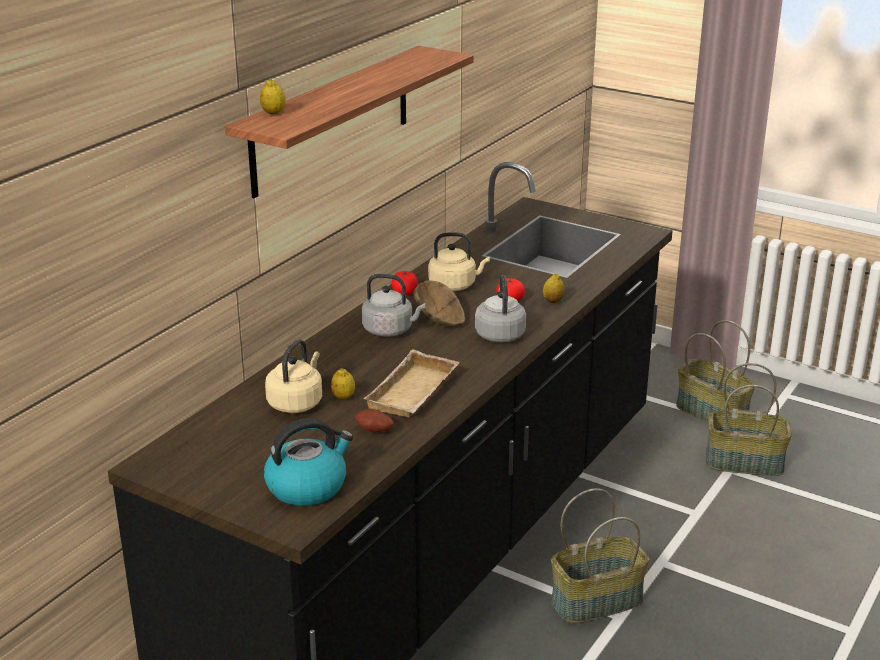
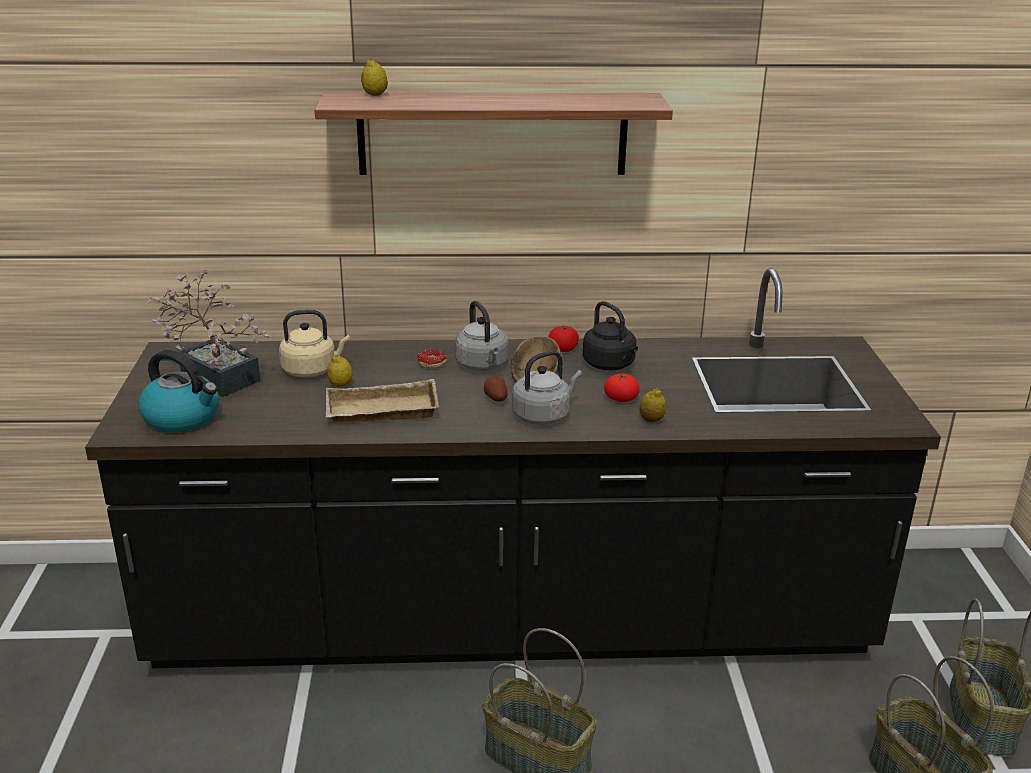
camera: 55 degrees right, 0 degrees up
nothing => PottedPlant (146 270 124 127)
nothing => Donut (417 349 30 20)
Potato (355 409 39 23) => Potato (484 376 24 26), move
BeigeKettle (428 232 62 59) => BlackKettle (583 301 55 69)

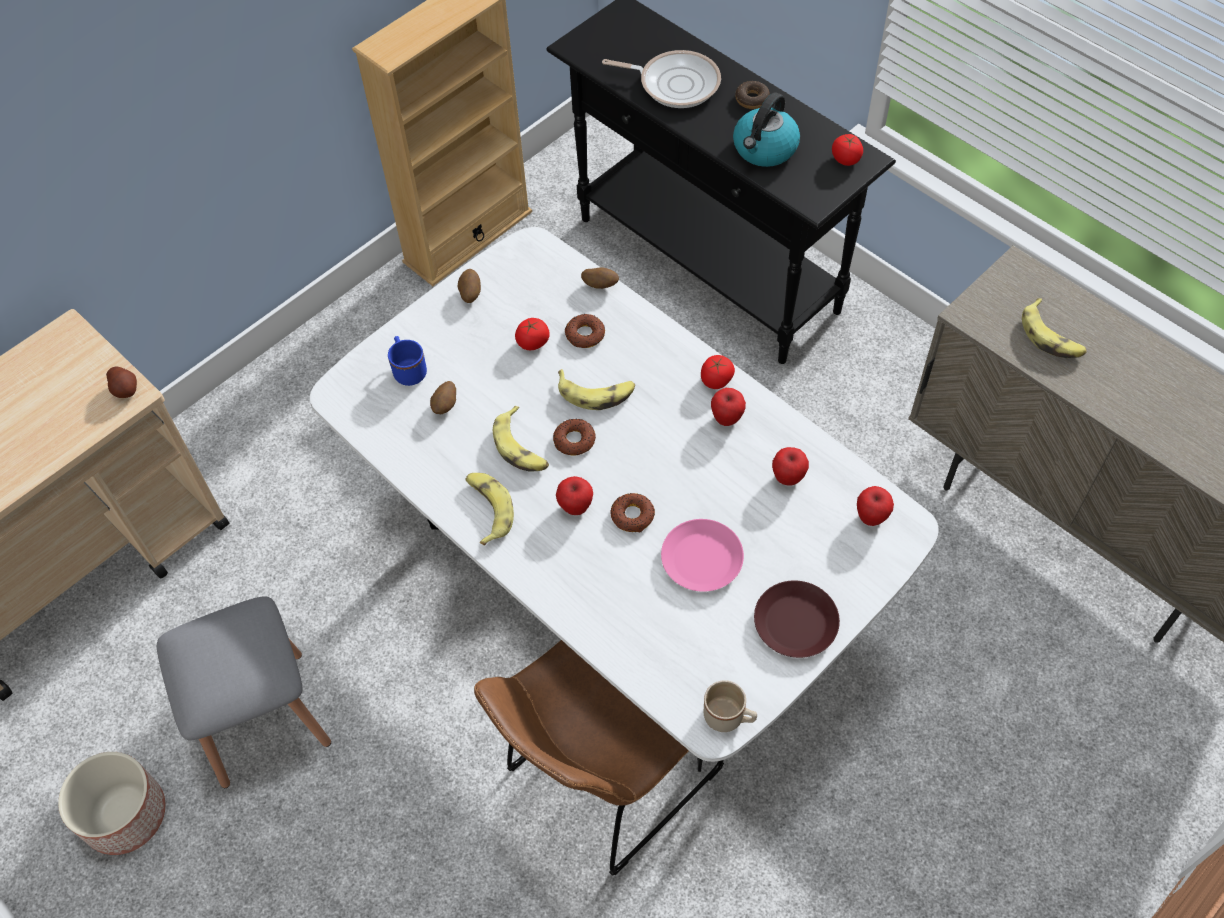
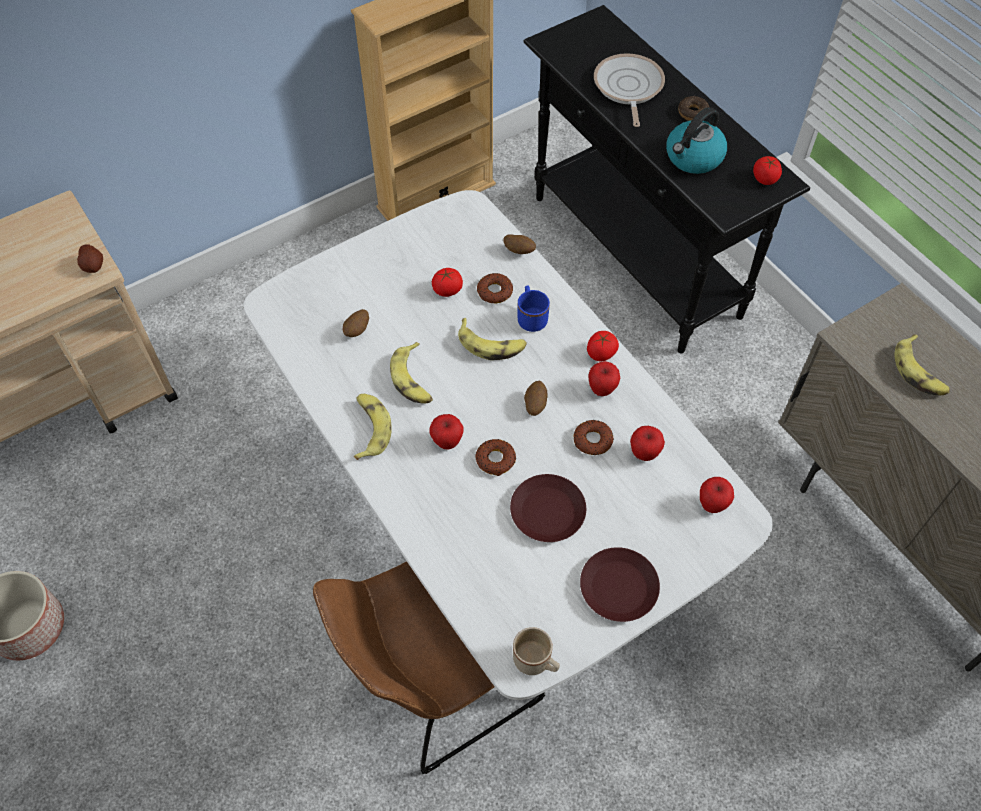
camera: 10 degrees right, 0 degrees up
PinkPlate (661 519 83 73) => BrownPlate (510 474 76 68)
BlueMug (388 336 39 50) => BlueMug (518 285 32 47), move
Potato (458 269 23 34) => Potato (524 381 24 35), move
Donut (553 419 43 36) => Donut (574 420 40 35), move
FryingPan (602 50 119 58) => FryingPan (594 53 71 74), 120 degrees counterclockwise
GreyStool (157 596 174 192) => nothing

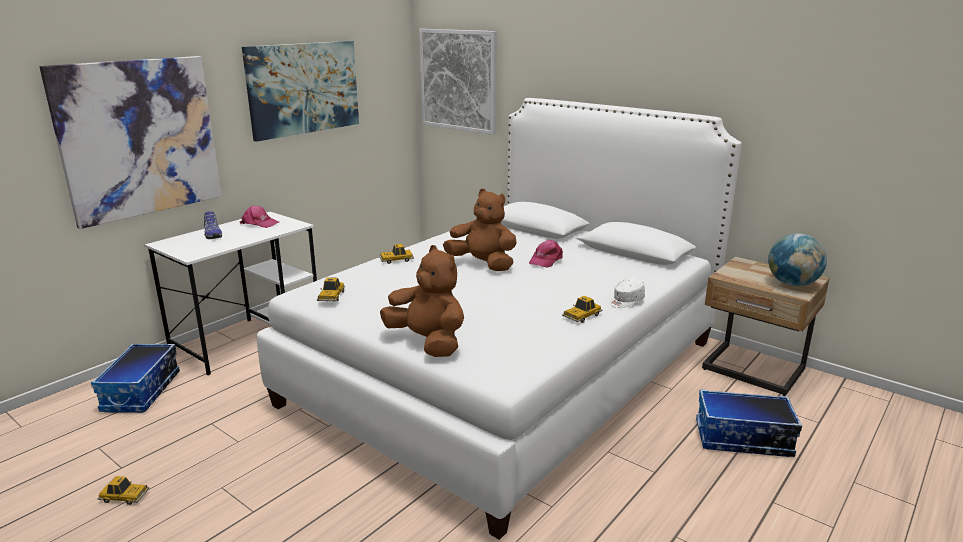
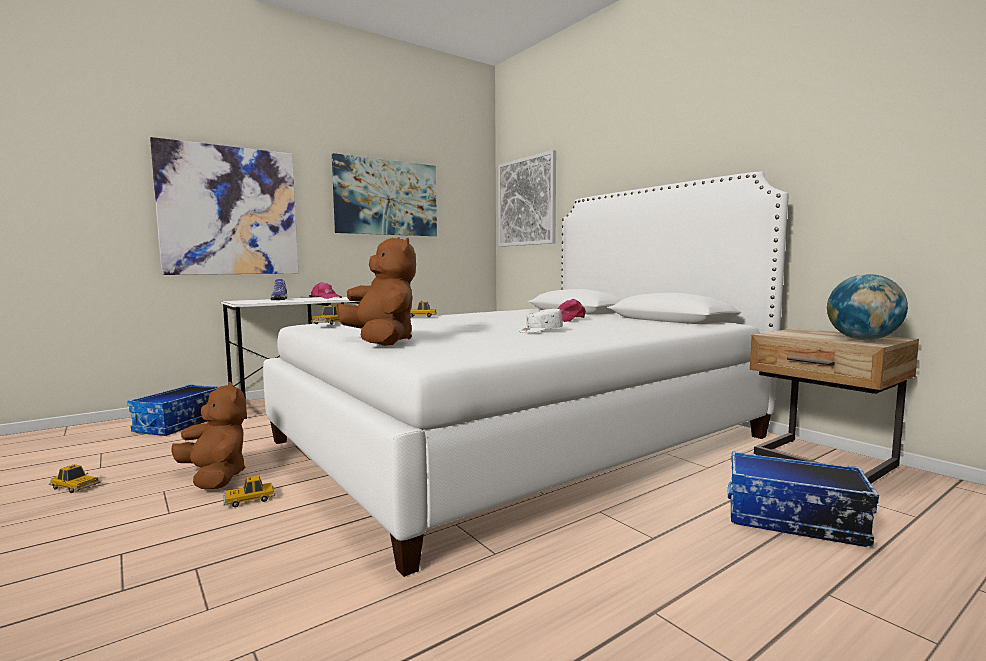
camera: 15 degrees right, 15 degrees down
BrownPlushToy (443 189 74 82) => BrownPlushToy (171 382 75 107), move
ToyCar (562 296 40 27) => ToyCar (223 475 52 32), move
WhiteCap (609 278 36 30) => WhiteCap (519 309 44 24), move

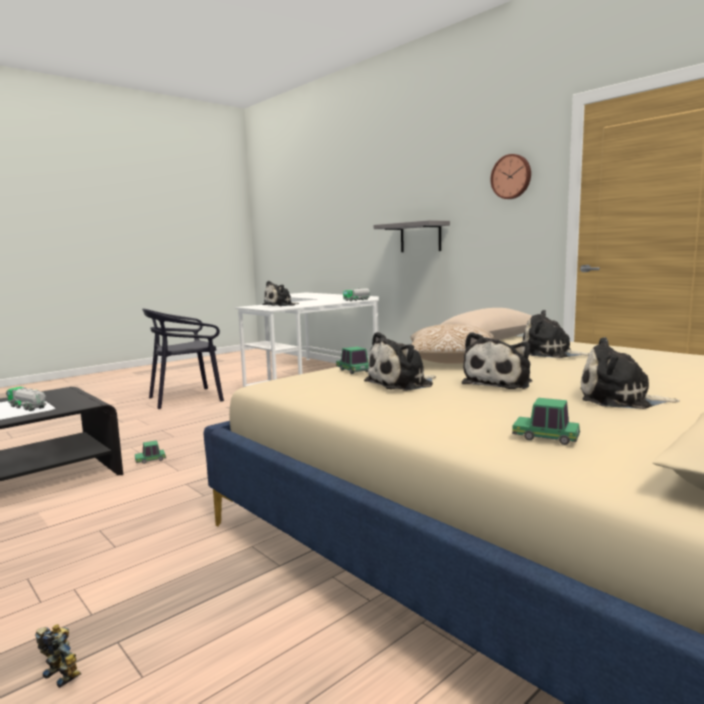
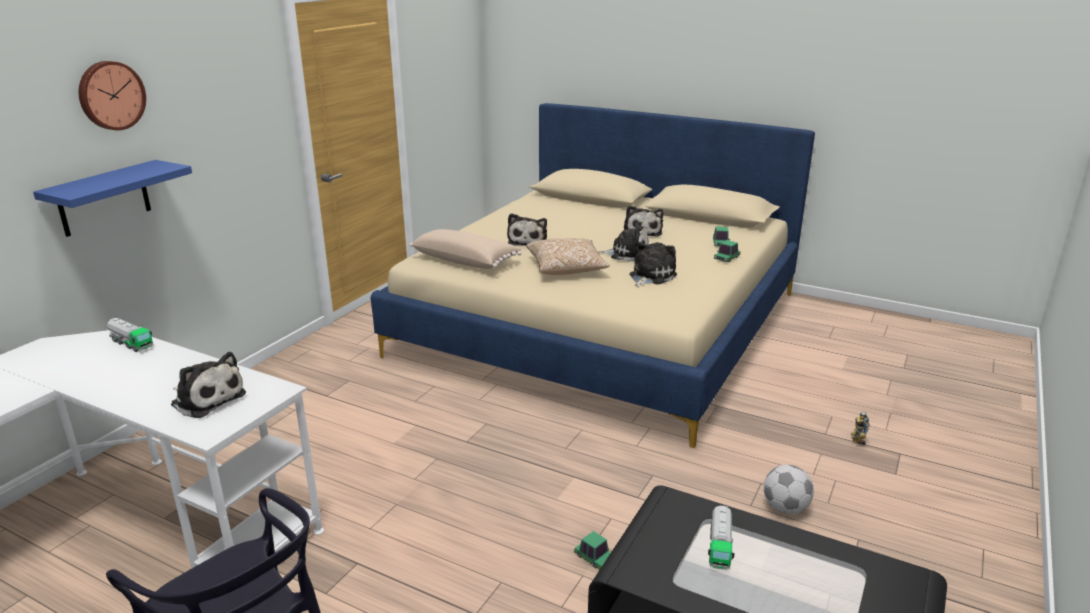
camera: 110 degrees left, 15 degrees up
GreyShelf (374 220 76 32) => BlueShelf (33 160 159 77)
WallClock (491 154 40 45) => WallClock (79 61 67 69), move
PlushToy (364 332 72 59) => PlushToy (629 242 48 45), 90 degrees counterclockwise
ToyCar (336 346 33 28) => ToyCar (714 240 26 22), move
nothing => Football (764 465 50 49)

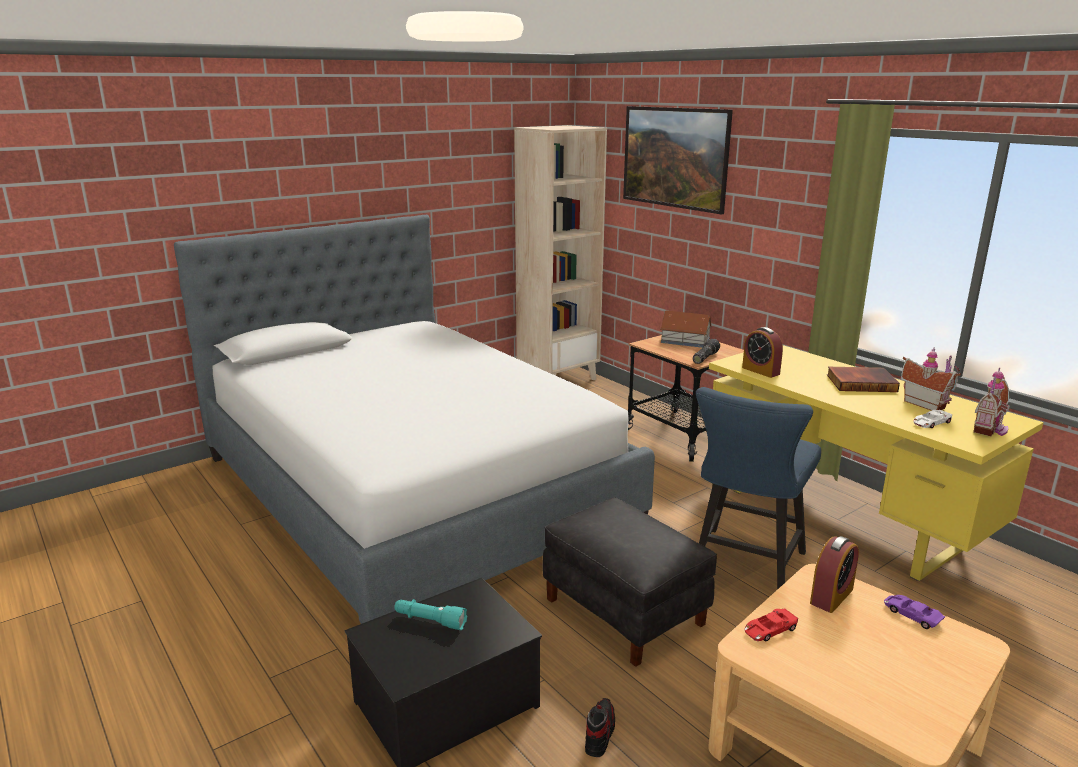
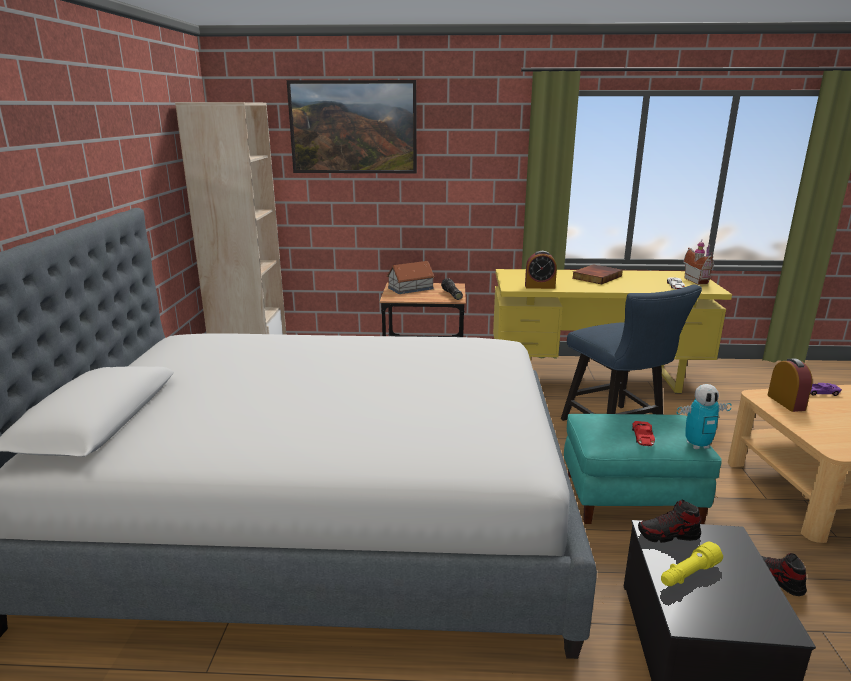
camera: 50 degrees left, 0 degrees up
BlackOttoman (543 497 174 170) => TurquoiseOttoman (564 414 158 110)
RedToyCar (745 608 53 33) => RedToyCar (632 421 23 25), move
nothing => Shoe (638 499 63 44)
TurquoiseFlashlight (394 599 73 31) => YellowFlashlight (661 542 62 44)
nothing => ToyRobot (677 384 55 65)
ToyHouse (901 348 60 63) => nothing

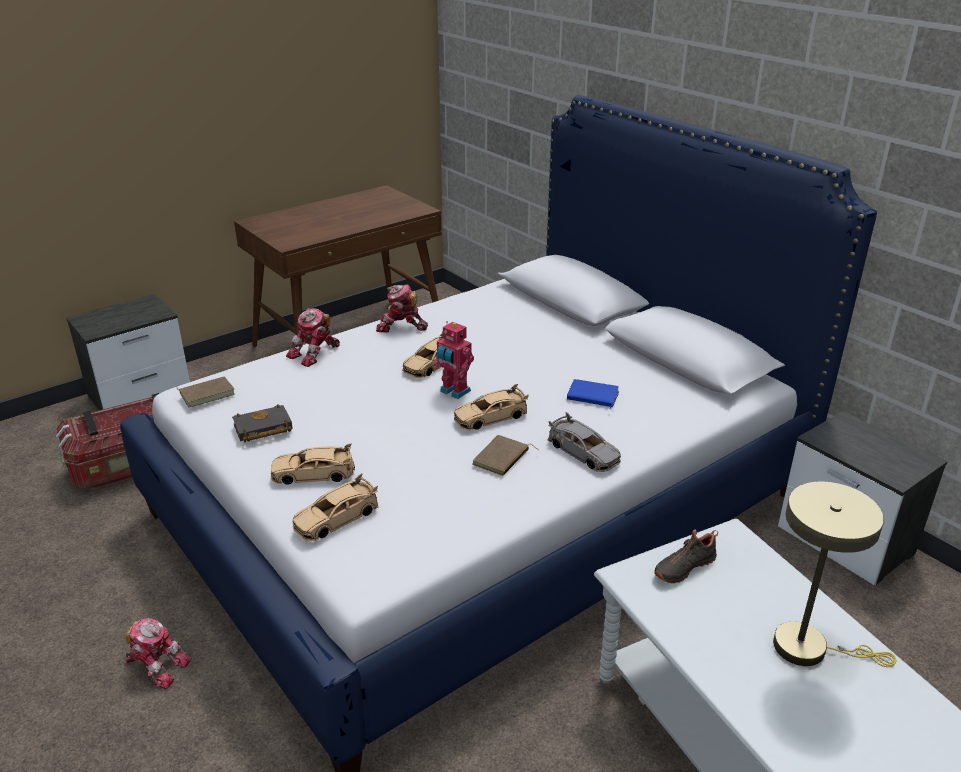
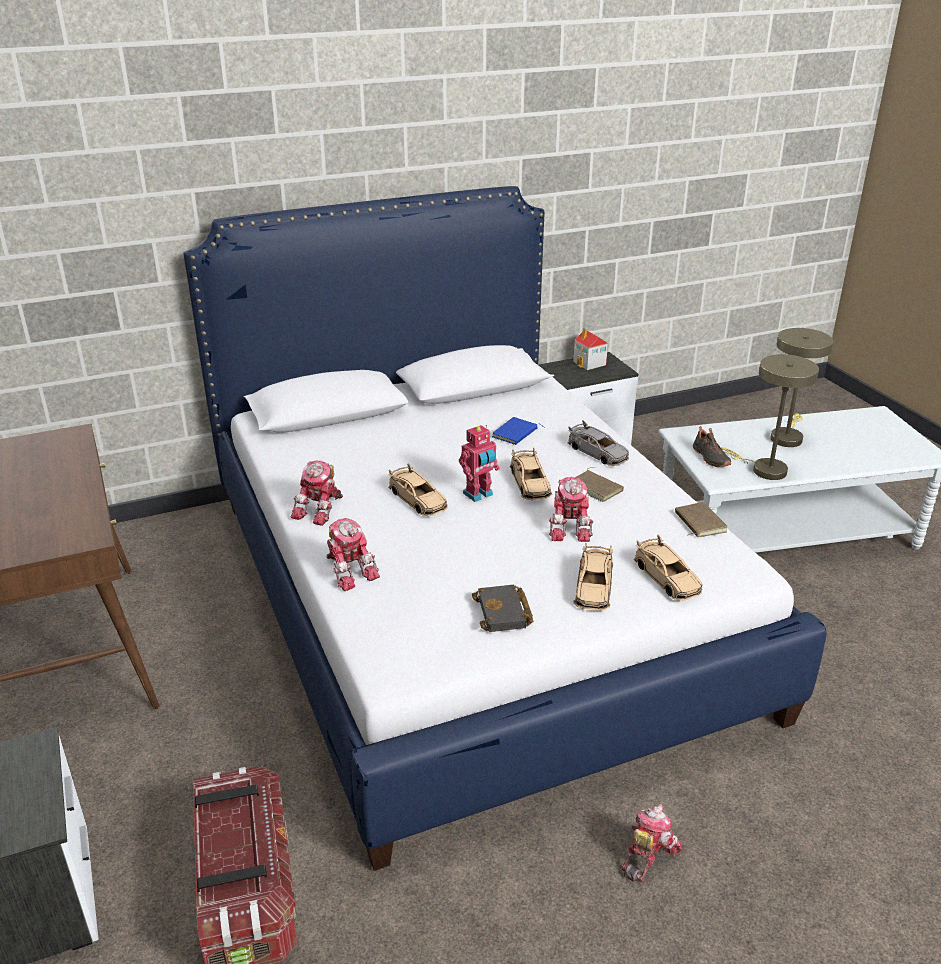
camera: 75 degrees left, 0 degrees up
nothing => ToyRobot (549 477 45 65)
GreyToyCar (548 412 73 60) => GreyToyCar (568 420 61 46), 75 degrees clockwise
nothing => ToyHouse (573 328 35 42)
BrownBook (177 376 58 31) => BrownBook (675 502 53 36), move
nothing => BeigeTableLamp (721 354 98 126)

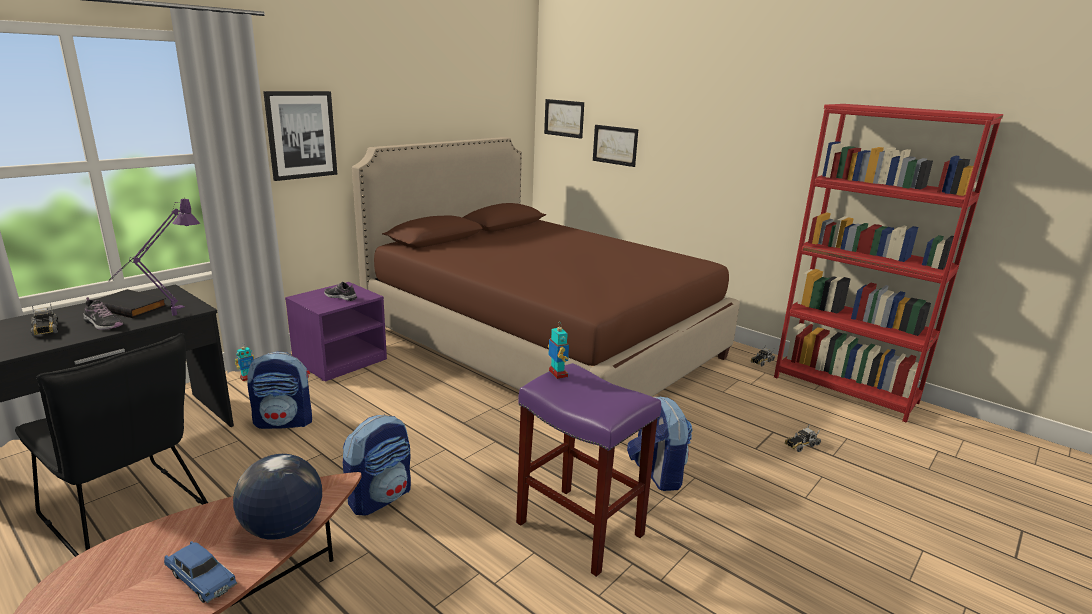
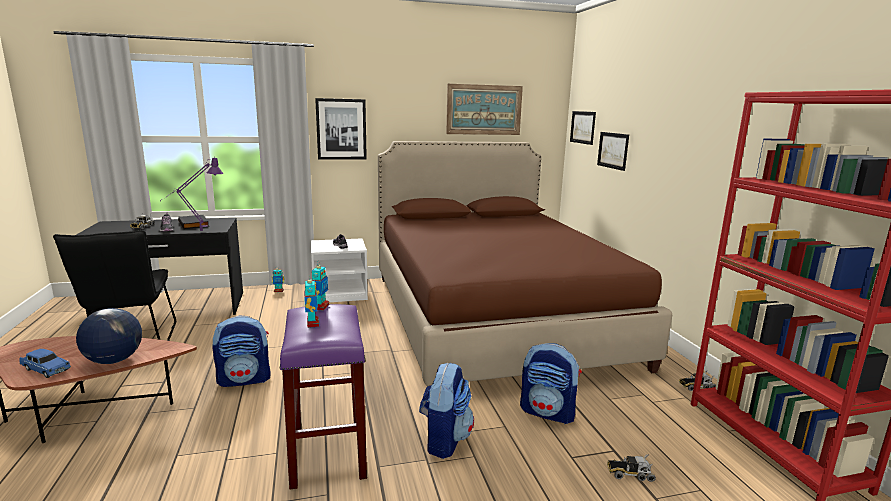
camera: 35 degrees right, 5 degrees down
BlueToyCar (164 541 73 62) => BlueToyCar (19 349 52 29), 45 degrees counterclockwise
nothing => ToyRobot (304 275 15 53)
PurpleNightstand (285 282 102 100) => WhiteNightstand (311 238 57 64)
nothing => Picture (446 84 77 51)
Backpack (247 351 65 78) => Backpack (520 343 62 81), move

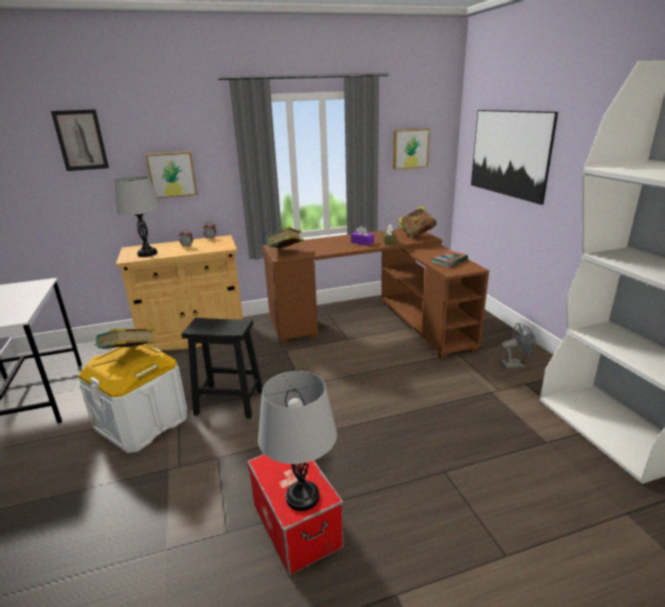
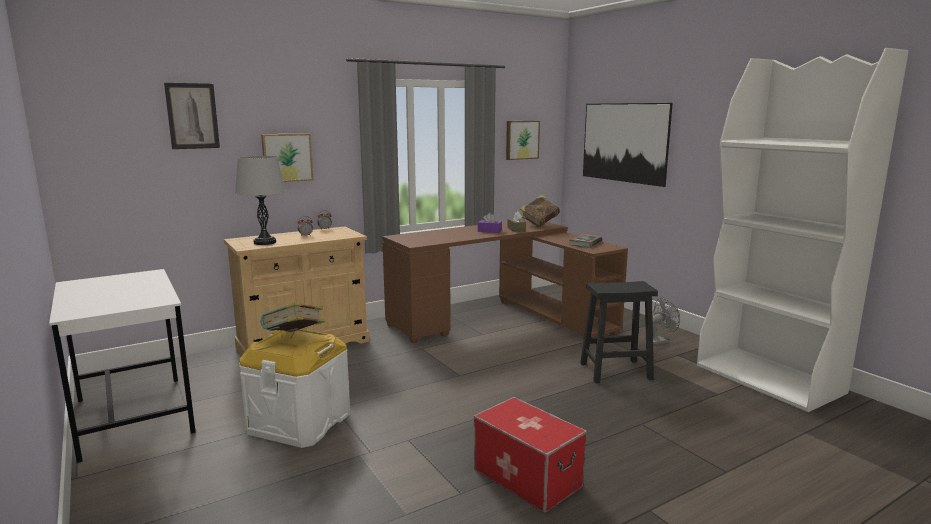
camera: 15 degrees left, 10 degrees down
BlackStool (182 318 81 101) => BlackStool (580 281 78 102), move
GreyTableLamp (258 371 79 140) => nothing
Book (266 227 38 22) => nothing

